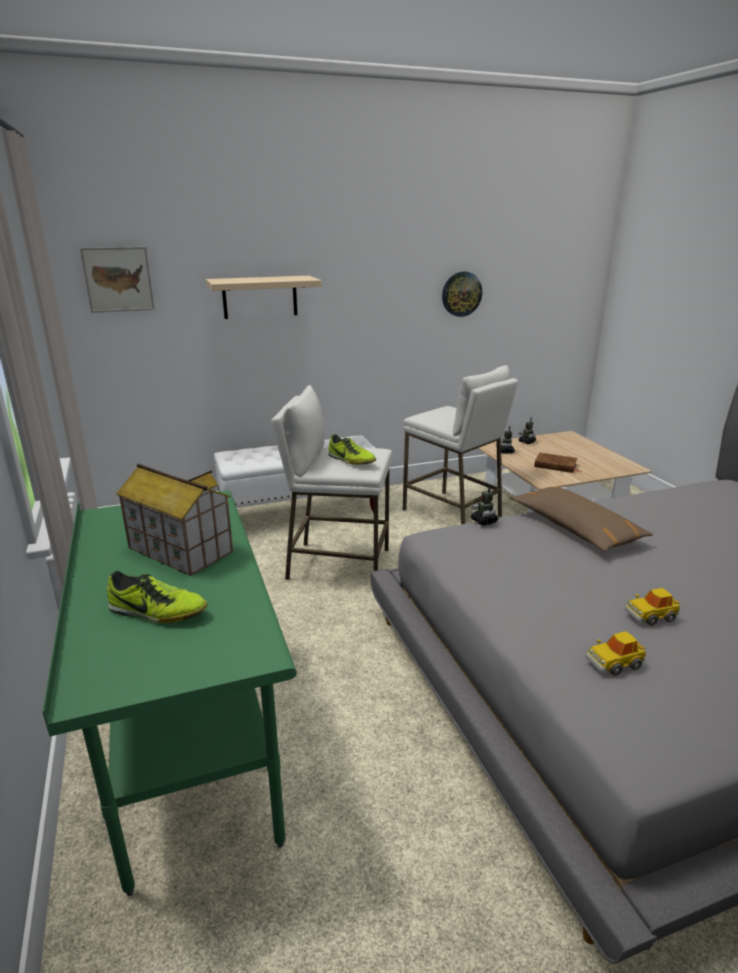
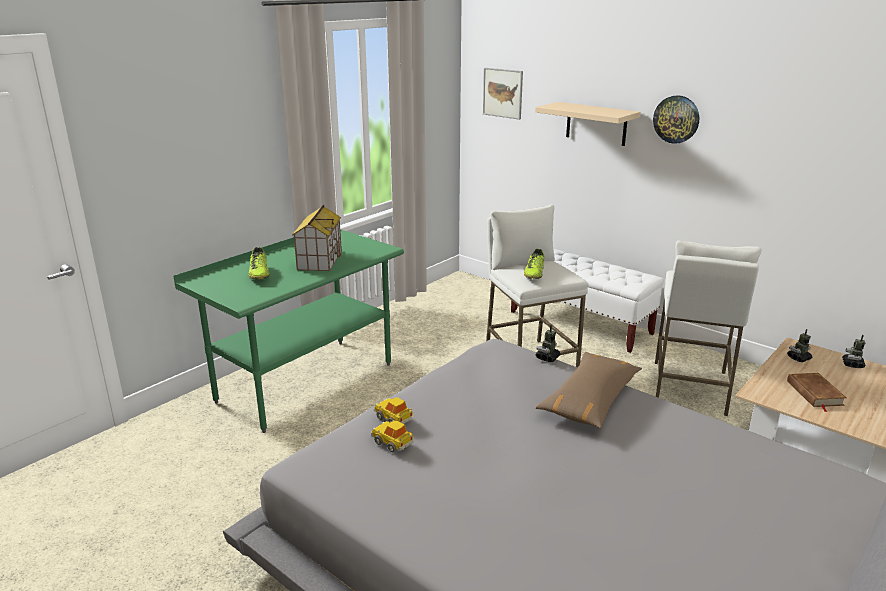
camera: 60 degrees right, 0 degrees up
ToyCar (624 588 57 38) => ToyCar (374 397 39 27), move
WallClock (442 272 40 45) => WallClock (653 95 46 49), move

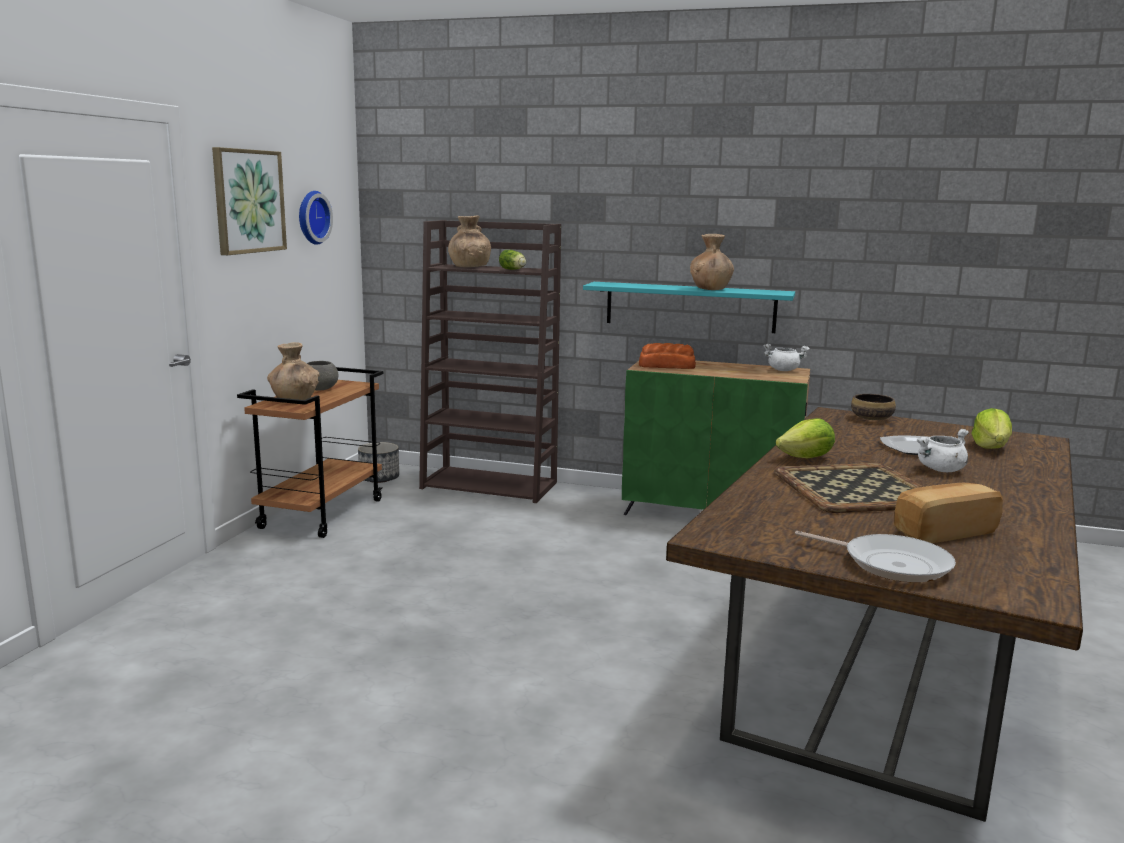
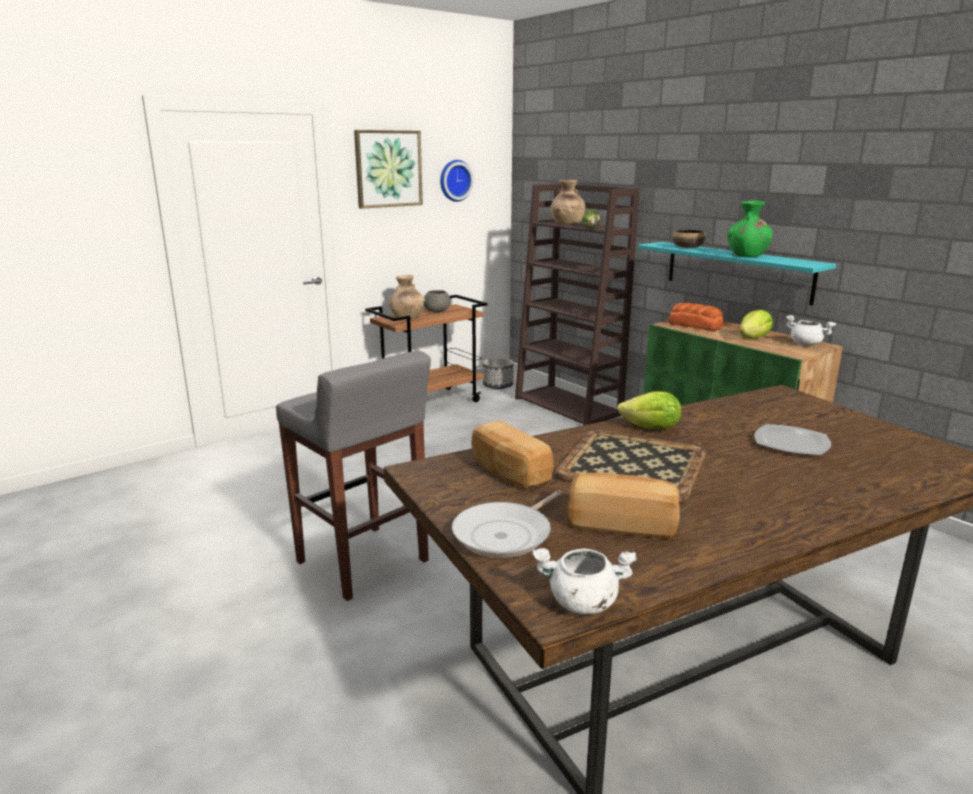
camera: 35 degrees right, 5 degrees up
nothing => GreyStool (276 351 155 250)
FryingPan (795 531 161 52) => FryingPan (452 490 110 68), 60 degrees clockwise
nothing => Bread (471 420 83 68)
WhiteCookingPot (917 429 52 43) => WhiteCookingPot (532 548 105 66), move
Bowl (851 394 45 26) => Bowl (673 230 33 18), move
BrownVase (690 234 44 56) => GreenVase (727 201 46 56)
Lettuce (971 408 41 41) => Lettuce (739 310 34 28), move

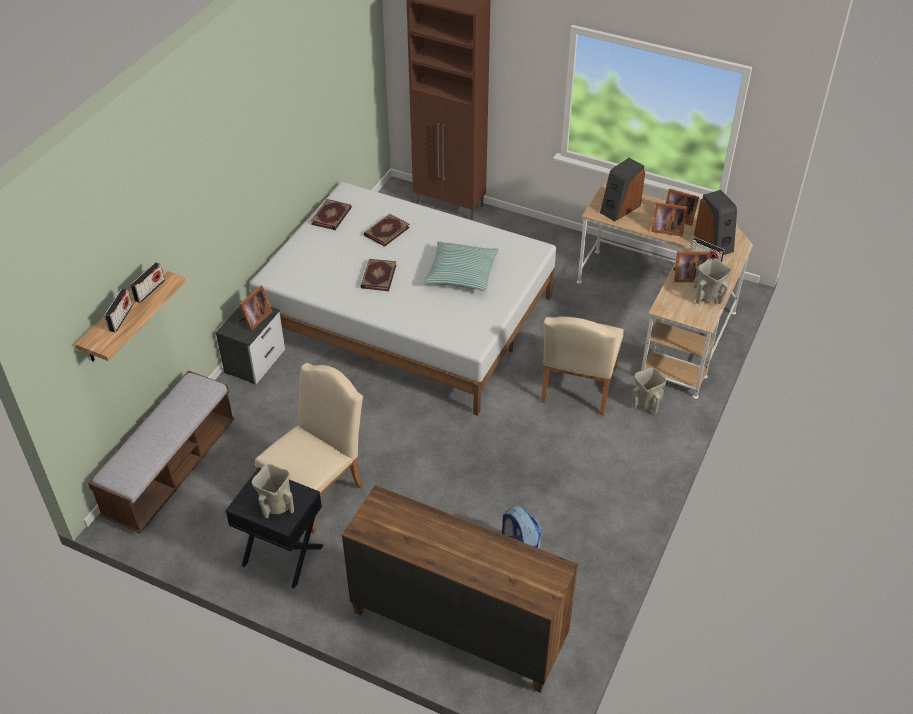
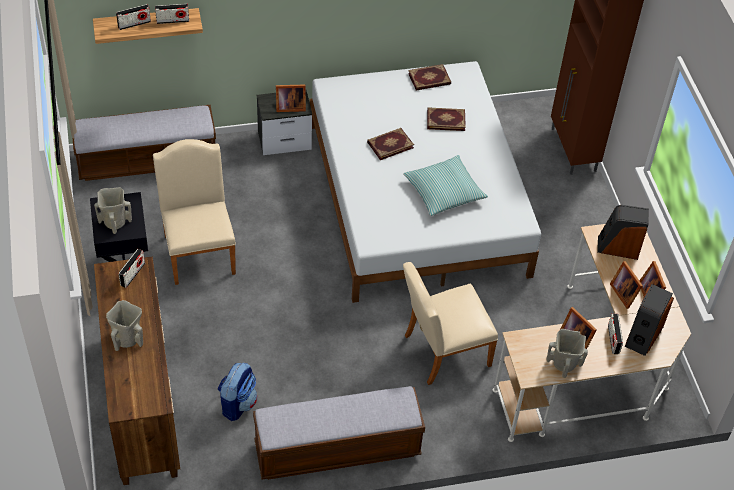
camera: 50 degrees right, 5 degrees up
BeigeVase (633 367 33 47) => BeigeVase (106 300 37 51), move
nothing => Radio (119 249 26 39)
BeigeChair (255 363 108 171) => BeigeChair (153 139 83 146), 105 degrees counterclockwise
nothing => Bench (253 386 172 94)

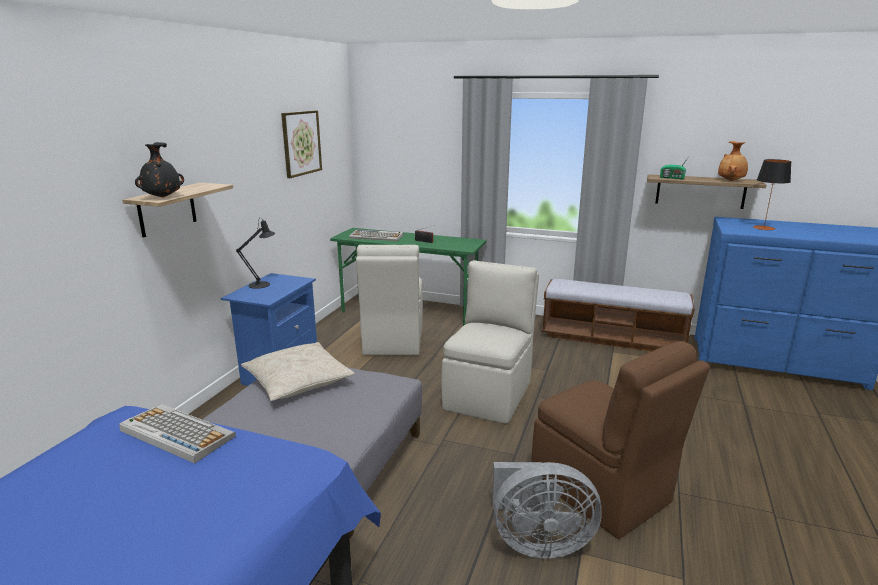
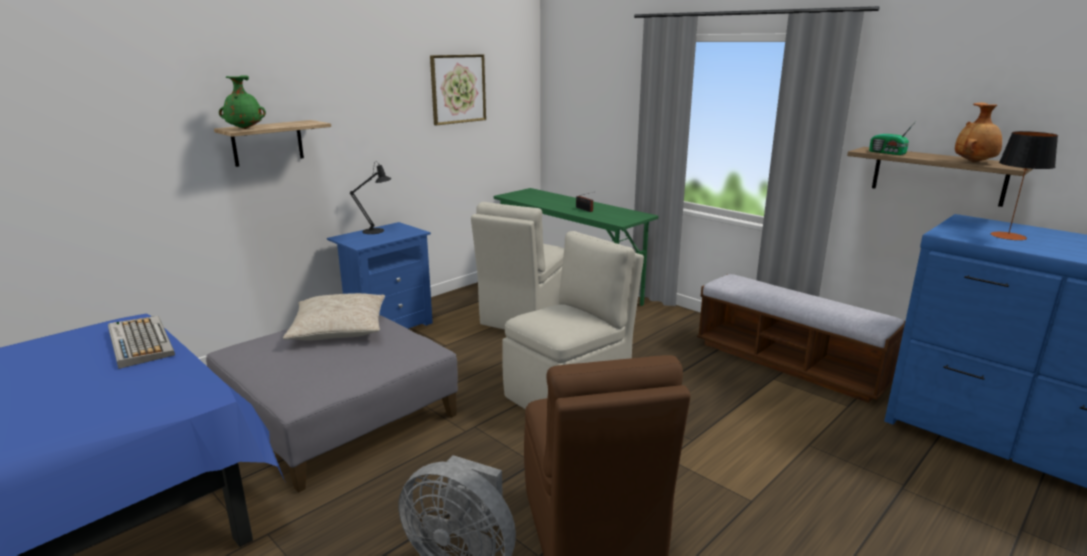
camera: 25 degrees right, 0 degrees up
BlackVase (135 142 49 56) => GreenVase (219 75 47 54)
Keyboard (349 229 55 12) => nothing

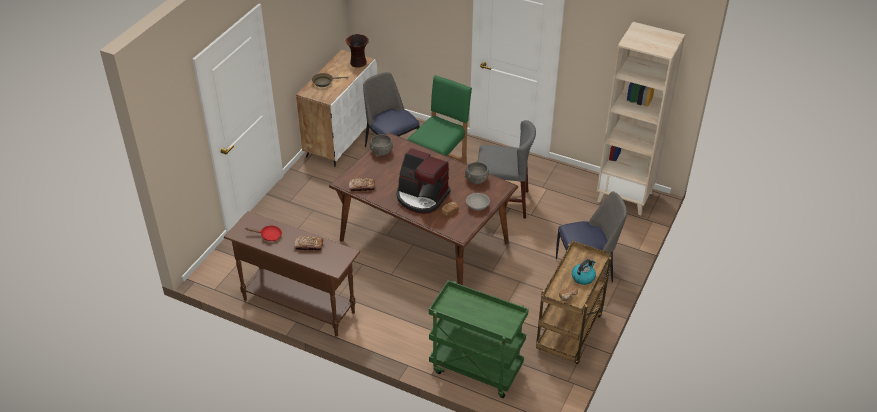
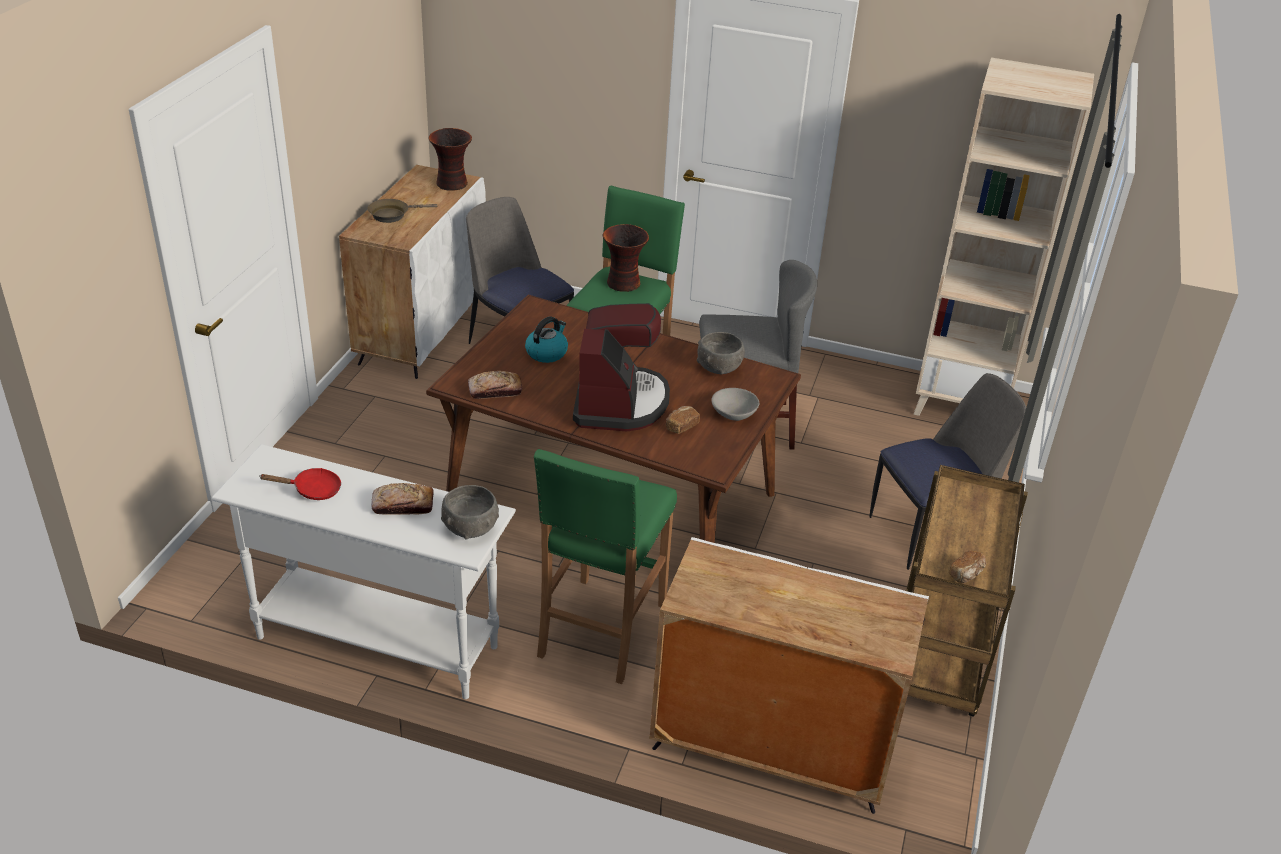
camera: 10 degrees left, 5 degrees down
BrownConsoleTable (224 211 136 126) => WhiteConsoleTable (211 444 305 255)
GreyBowl (370 135 23 21) => GreyBowl (441 485 58 55), move
Kettle (572 259 24 26) => Kettle (525 317 43 46), move
nothing => GreenStool (534 449 143 235)
CoffeeMachine (397 148 53 66) => CoffeeMachine (573 303 97 128), 105 degrees counterclockwise
nothing => Vase (603 224 46 68)
GreenCart (429 280 100 118) => WhiteCabinet (649 537 280 277)

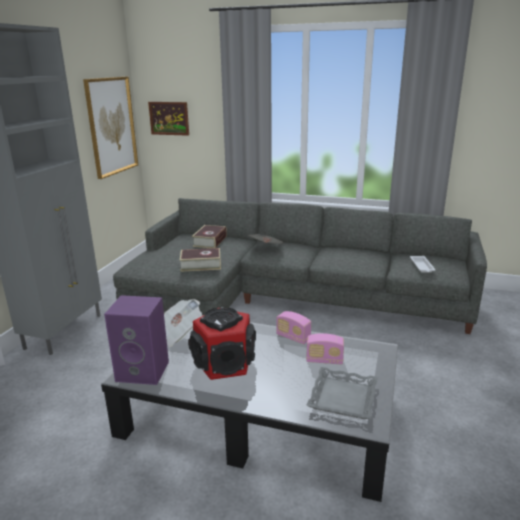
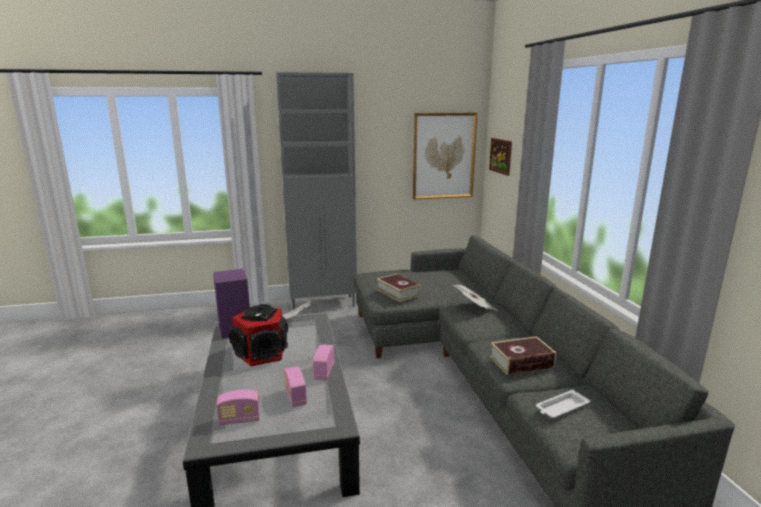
camera: 60 degrees right, 5 degrees down
GreyTray (306 367 72 52) => Radio (216 390 44 36)
Book (192 225 35 23) => Book (490 336 66 39), move

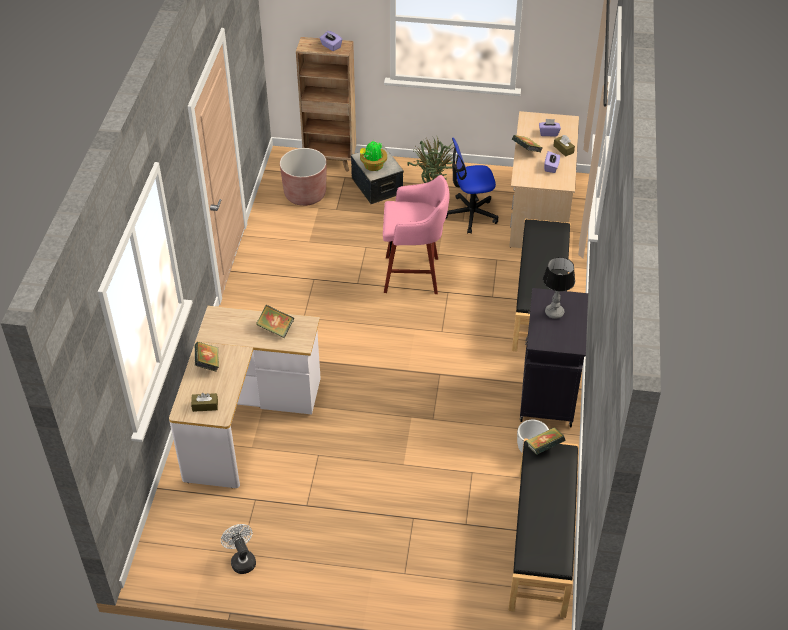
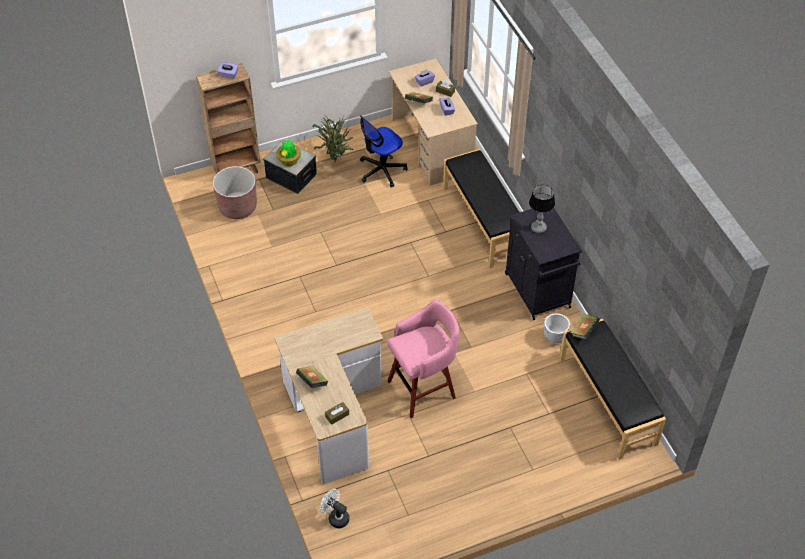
camera: 30 degrees left, 5 degrees up
WhiteFan (221 524 35 50) => WhiteFan (320 489 30 40), move
PinkStool (383 175 67 119) => PinkStool (387 300 72 118), move
Book (256 305 38 33) => nothing

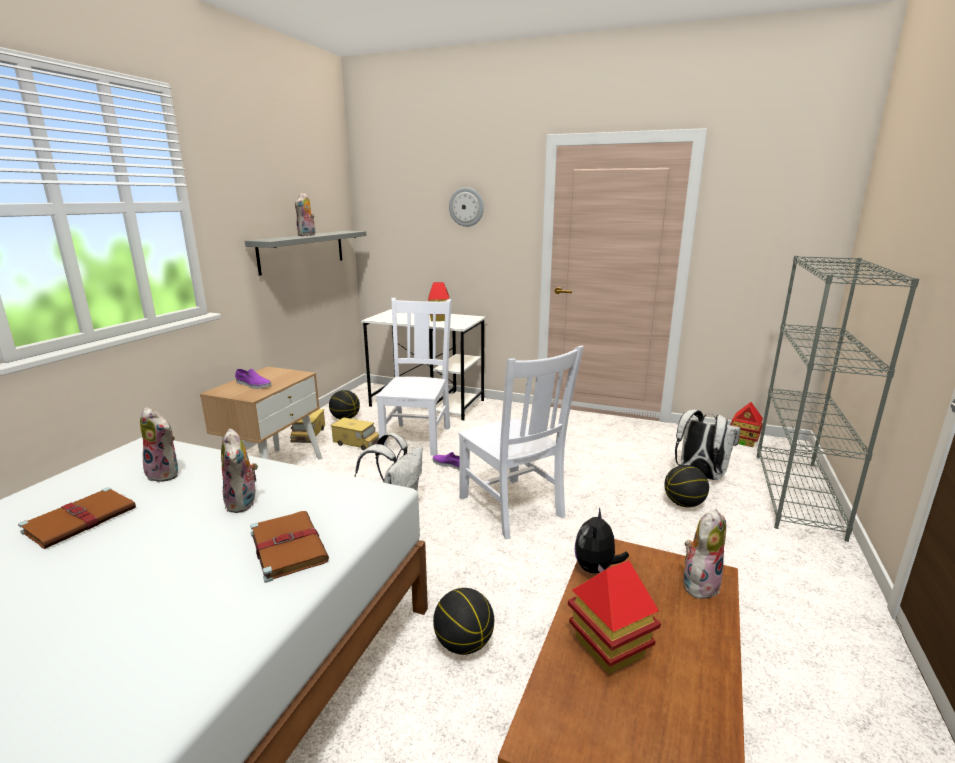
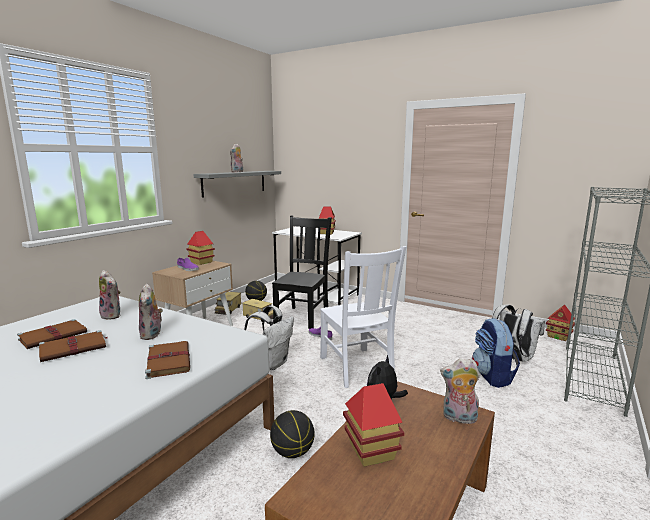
camera: 10 degrees right, 5 degrees down
nothing => BrownBook (39 330 68 32)
nothing => ToyHouse (186 231 29 34)
WhiteChair (376 298 76 158) => BlackChair (272 215 60 114)
PlushToy (684 508 42 91) => PlushToy (440 358 40 66), 135 degrees counterclockwise
Basketball (664 465 45 42) => Backpack (472 318 48 70)
WallClock (449 187 35 40) => nothing

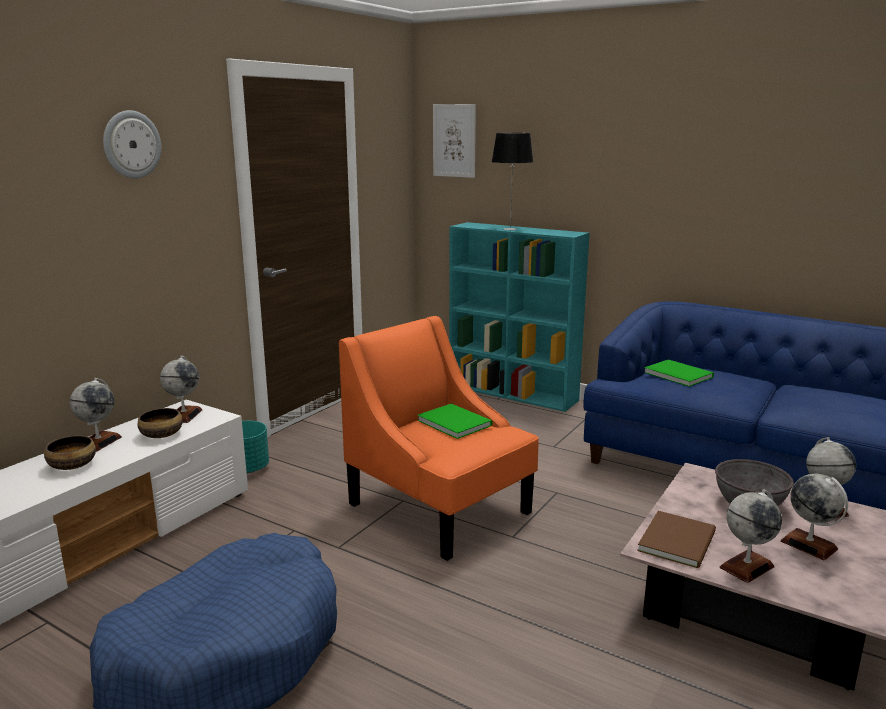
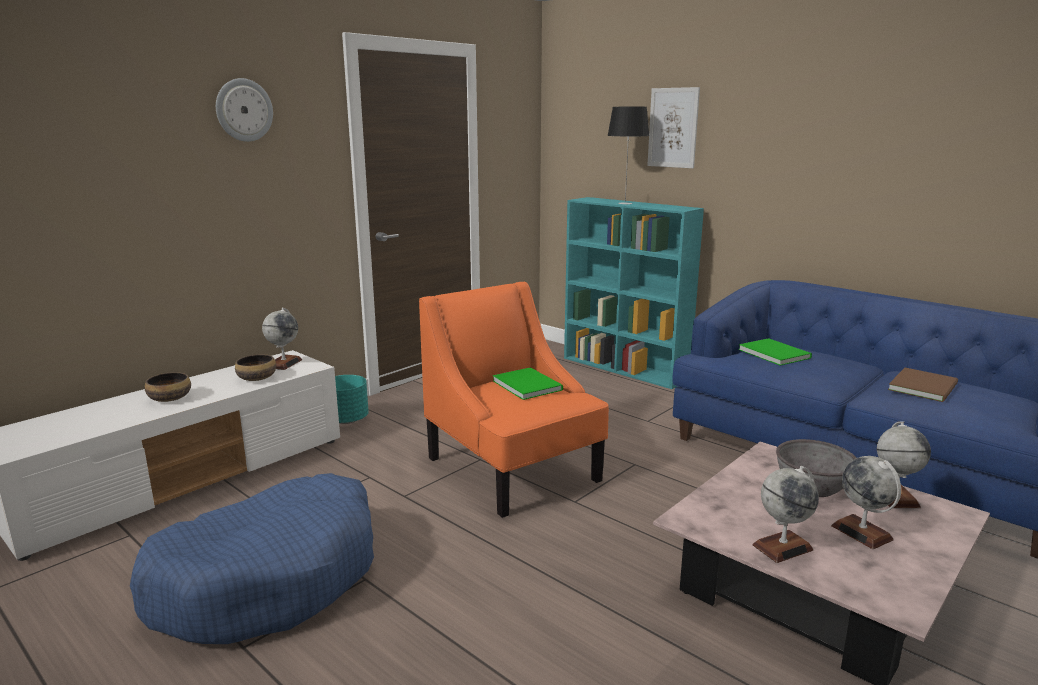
camera: 10 degrees right, 0 degrees up
Picture (433 104 43 74) => Picture (647 87 53 81), move
BrownBook (637 511 79 57) => BrownBook (888 368 70 34), move
Globe (70 378 52 74) => nothing

